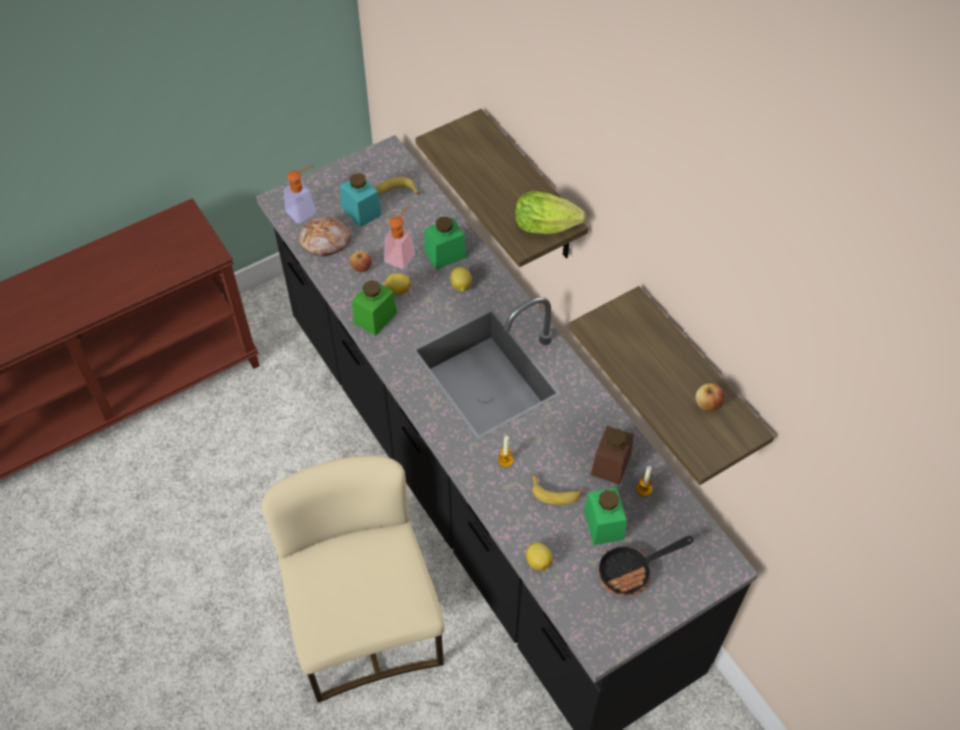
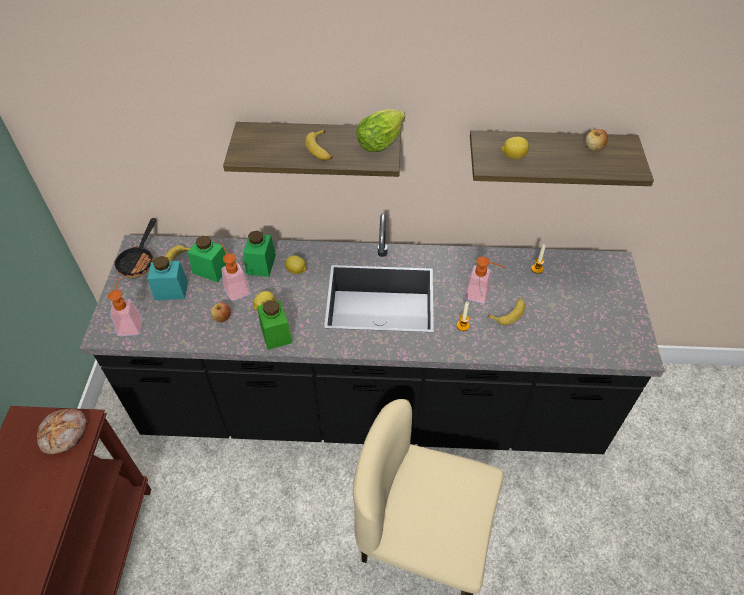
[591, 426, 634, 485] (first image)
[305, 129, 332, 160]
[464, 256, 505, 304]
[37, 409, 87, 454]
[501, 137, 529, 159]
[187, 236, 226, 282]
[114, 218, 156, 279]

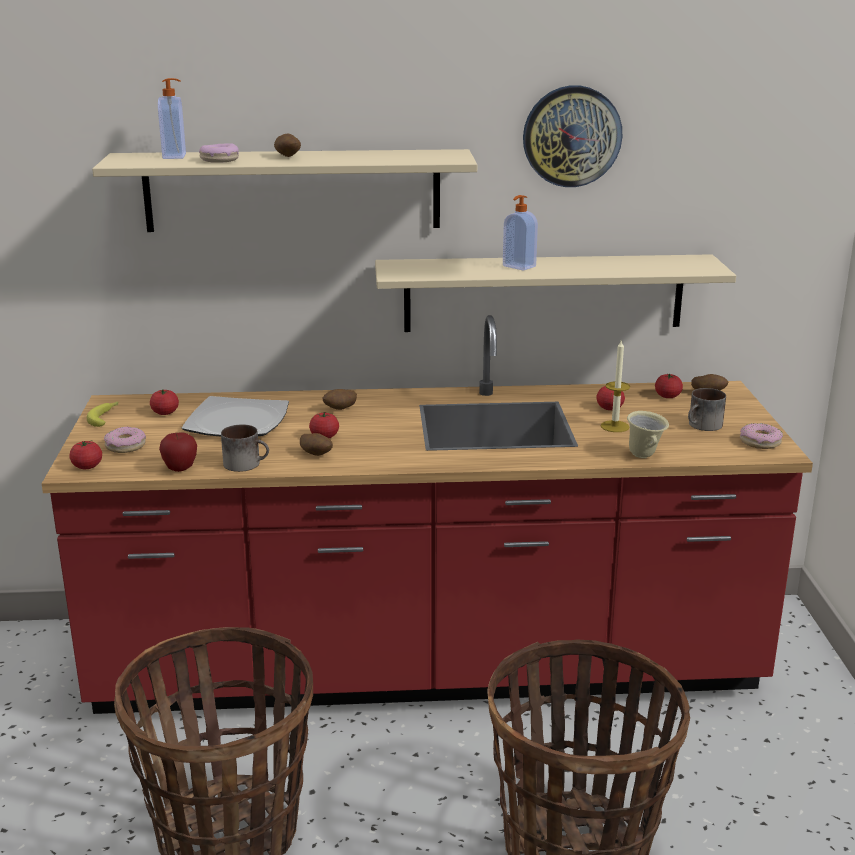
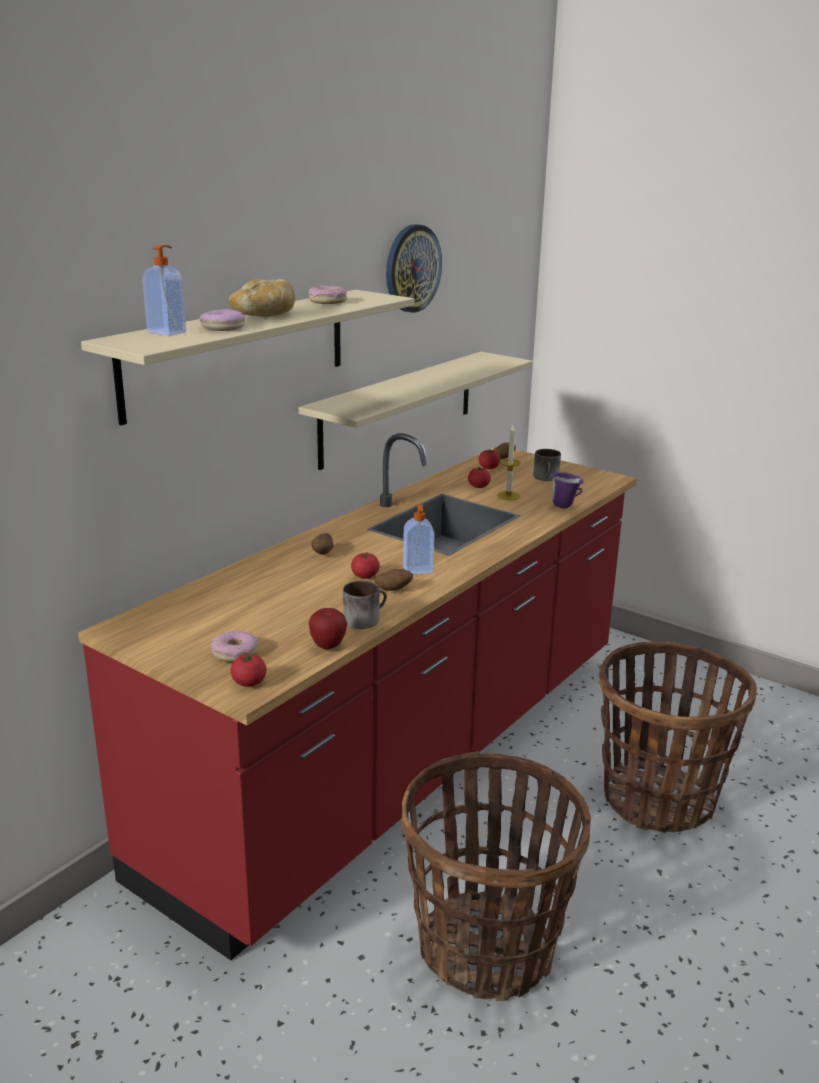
[87, 402, 118, 427] (first image)
[150, 389, 179, 415] (first image)
[182, 396, 289, 436] (first image)
[403, 504, 435, 575]
[309, 286, 347, 304]
[229, 279, 295, 317]
[551, 472, 583, 508]

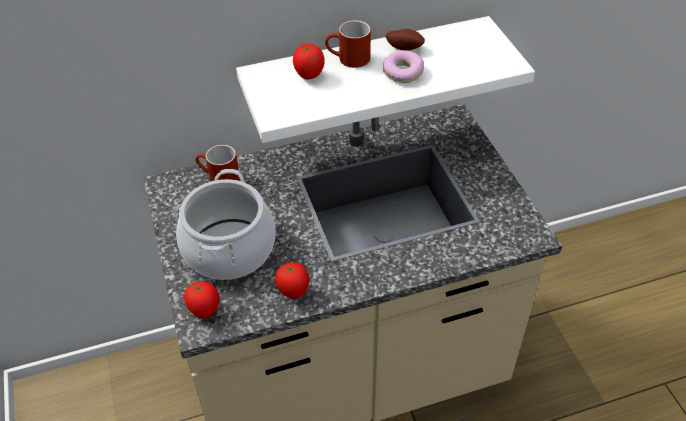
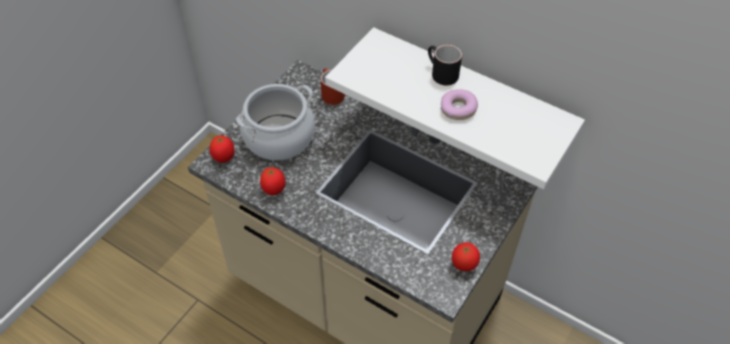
[386, 29, 425, 51] (first image)
[452, 242, 480, 271]
[428, 45, 462, 85]

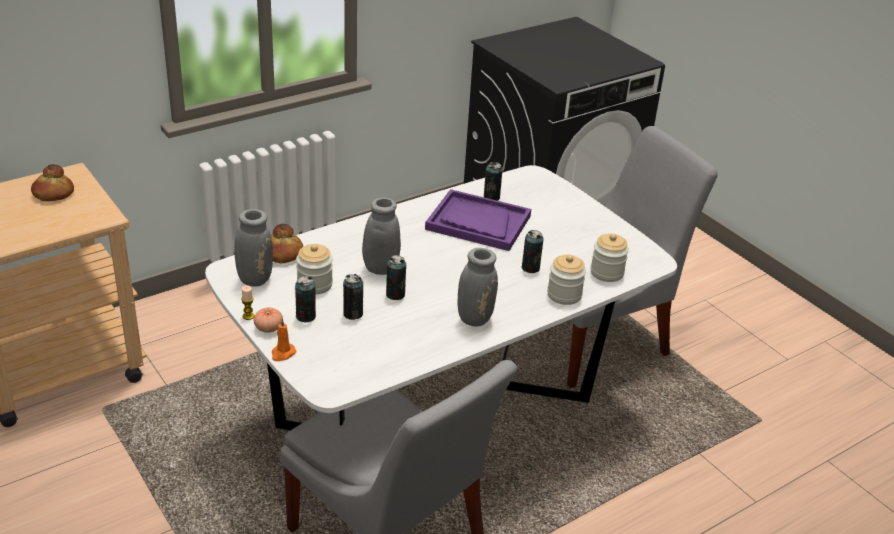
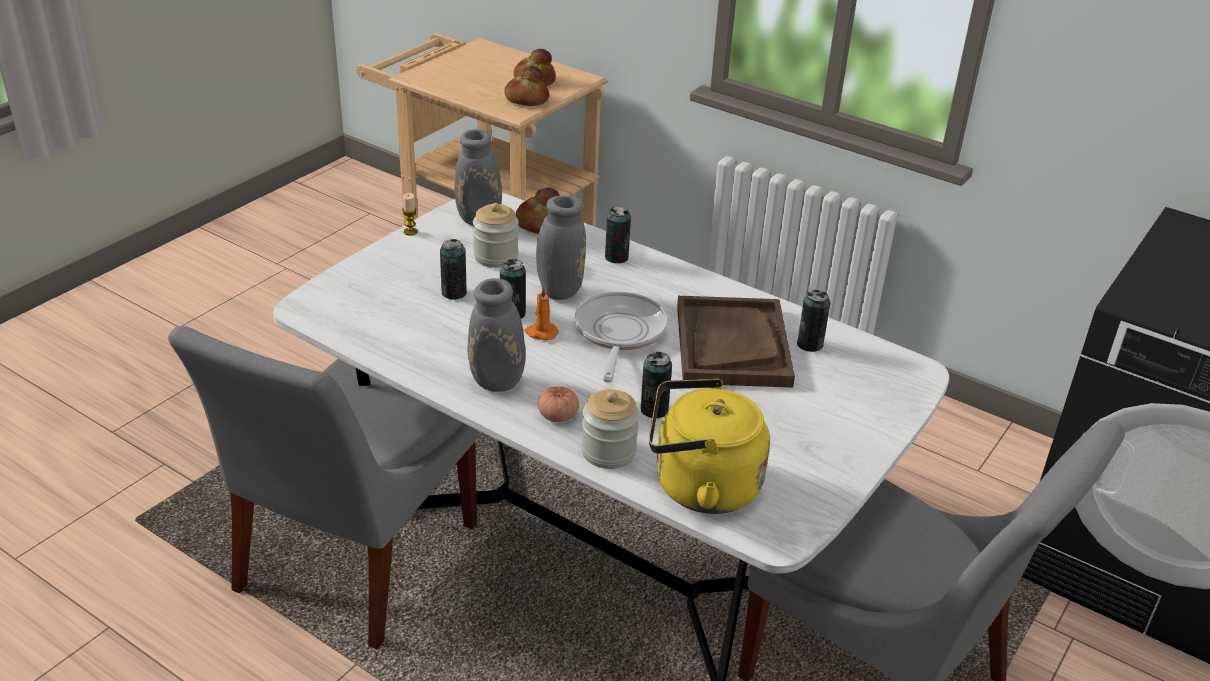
[504, 66, 549, 106]
[575, 292, 668, 383]
[538, 386, 579, 422]
[525, 286, 559, 341]
[605, 206, 631, 263]
[649, 378, 770, 514]
[677, 296, 795, 388]

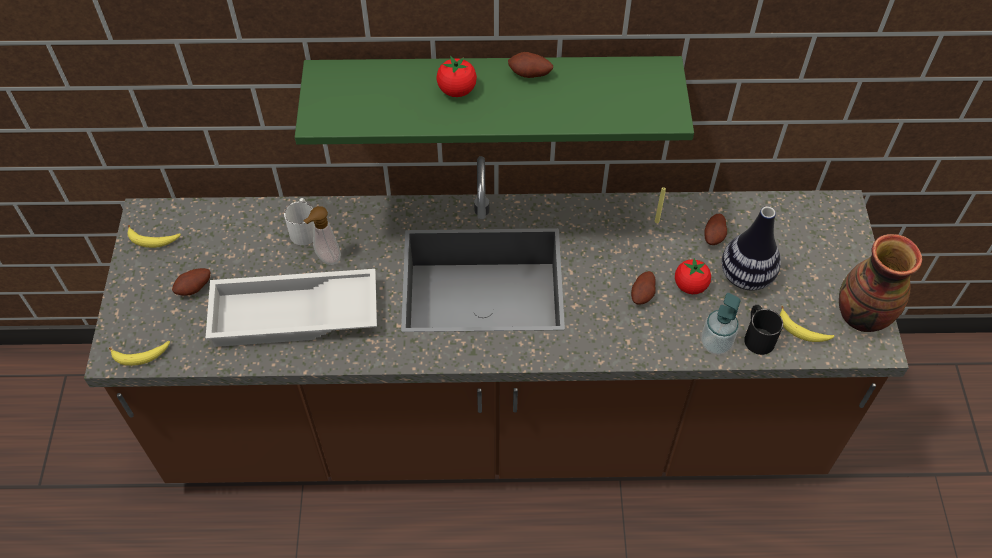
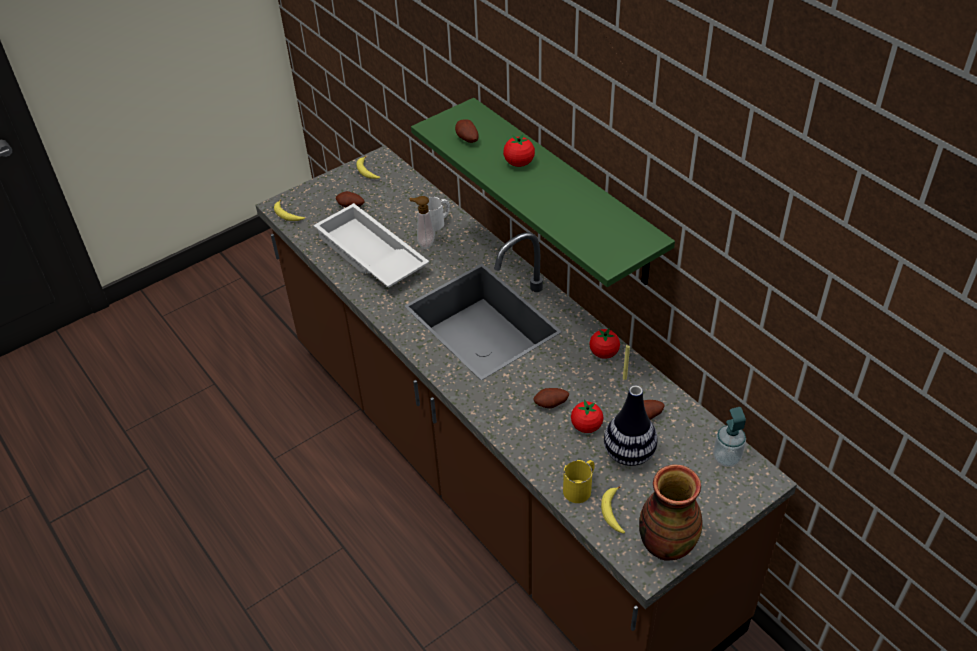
[589, 328, 620, 359]
[455, 119, 479, 143]
[713, 407, 746, 467]
[563, 460, 595, 503]

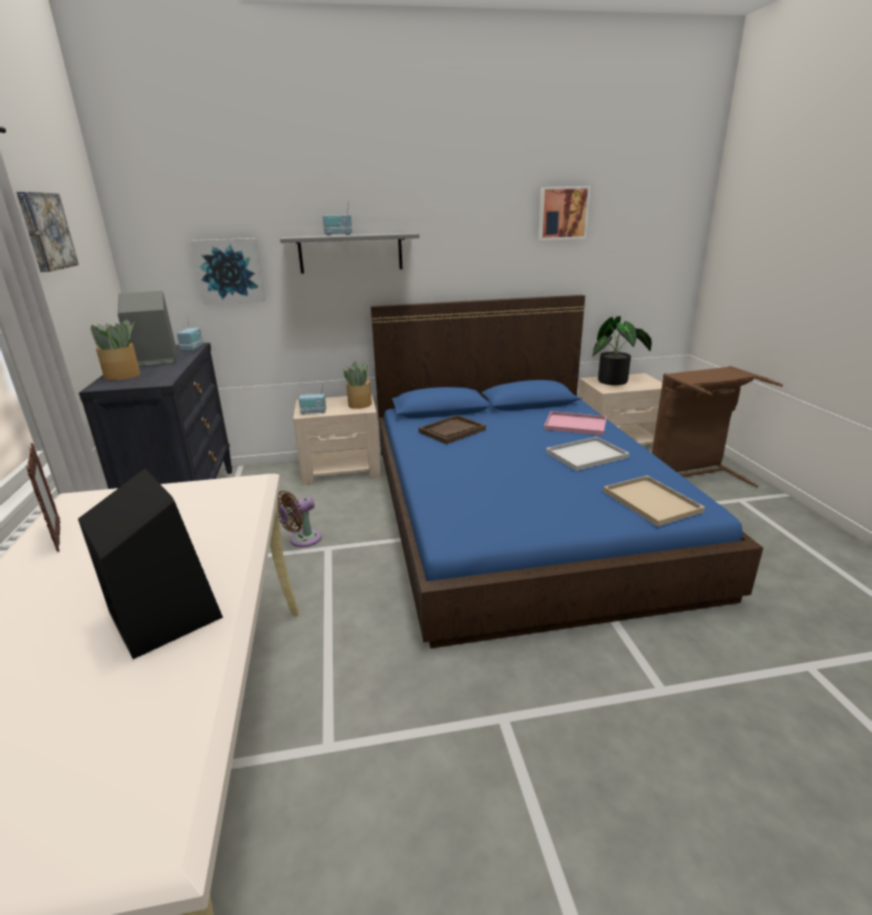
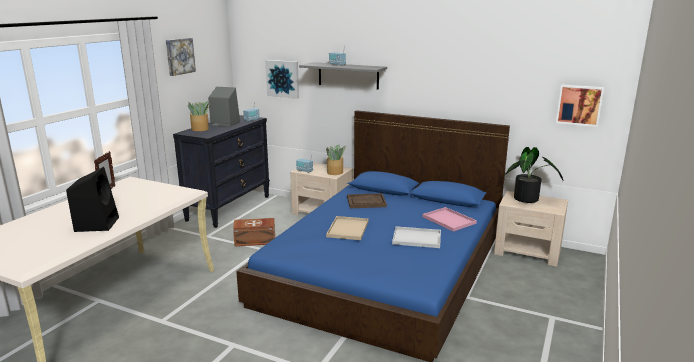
[652, 366, 783, 488] (first image)
[556, 84, 604, 127]
[326, 216, 369, 240]
[233, 218, 275, 247]

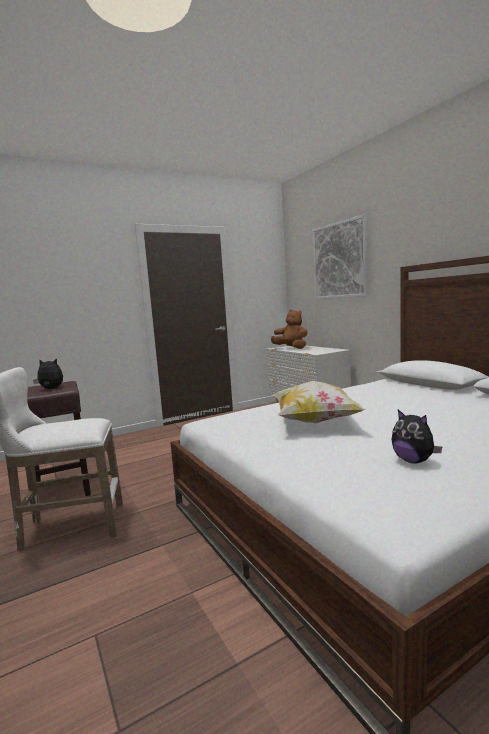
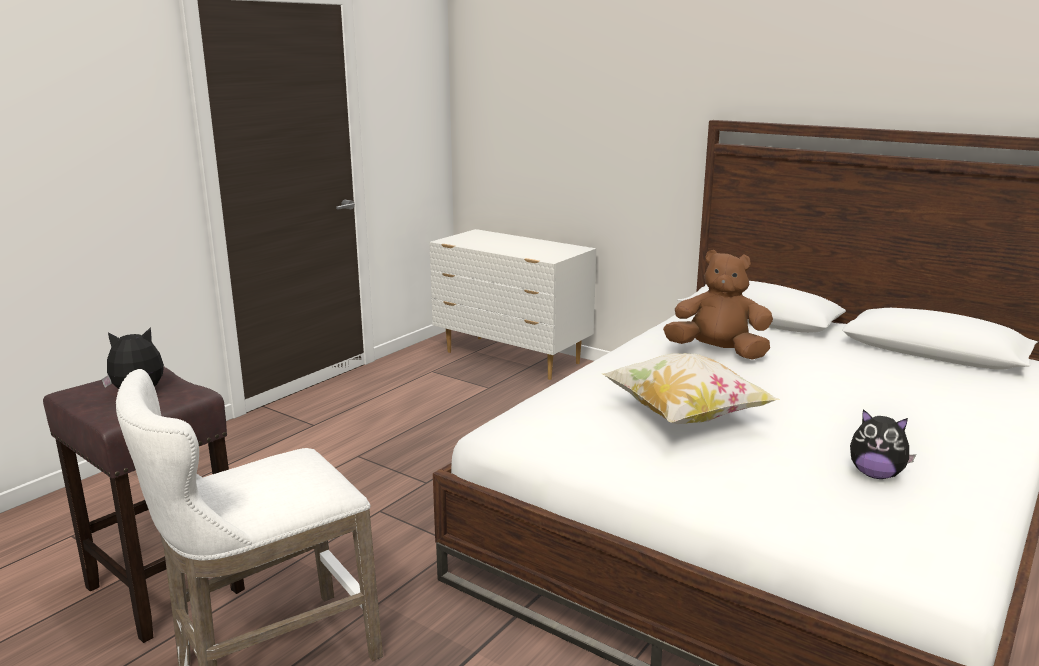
[312, 214, 369, 299] (first image)
[663, 250, 773, 360]

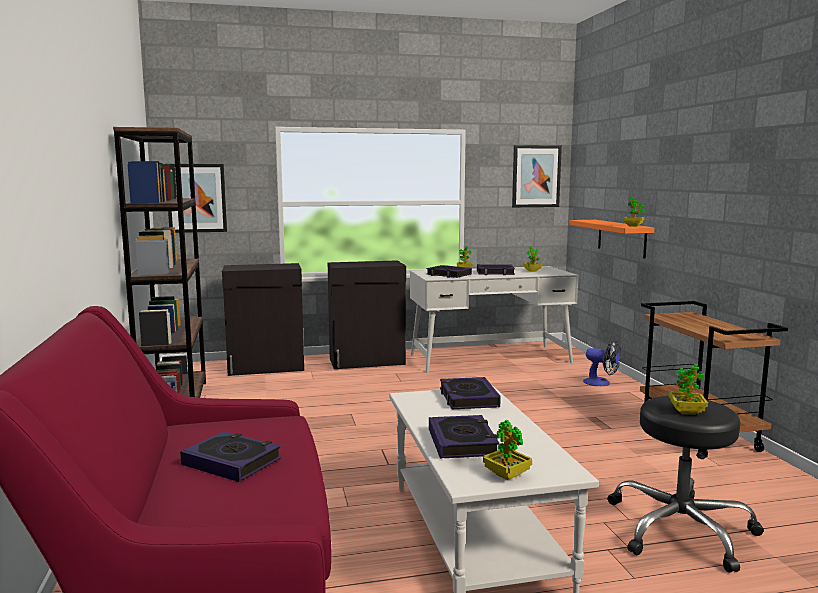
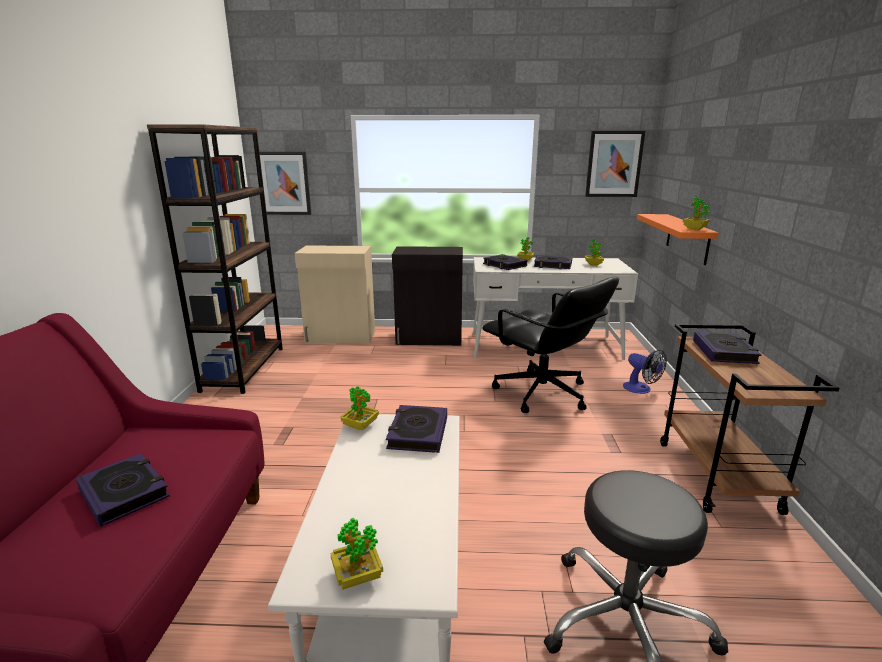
[482, 277, 619, 413]
[693, 332, 761, 364]
[341, 386, 379, 430]
[294, 245, 375, 344]

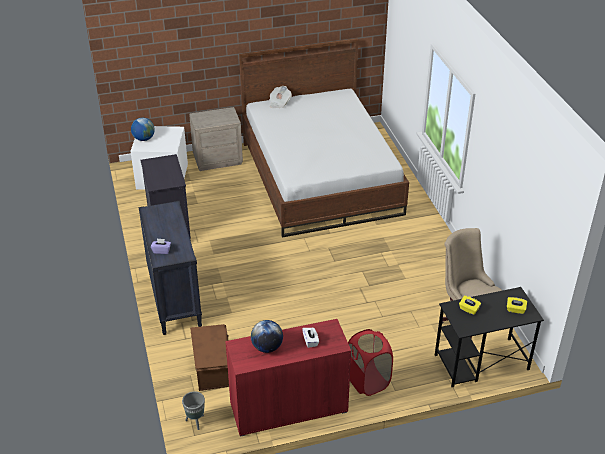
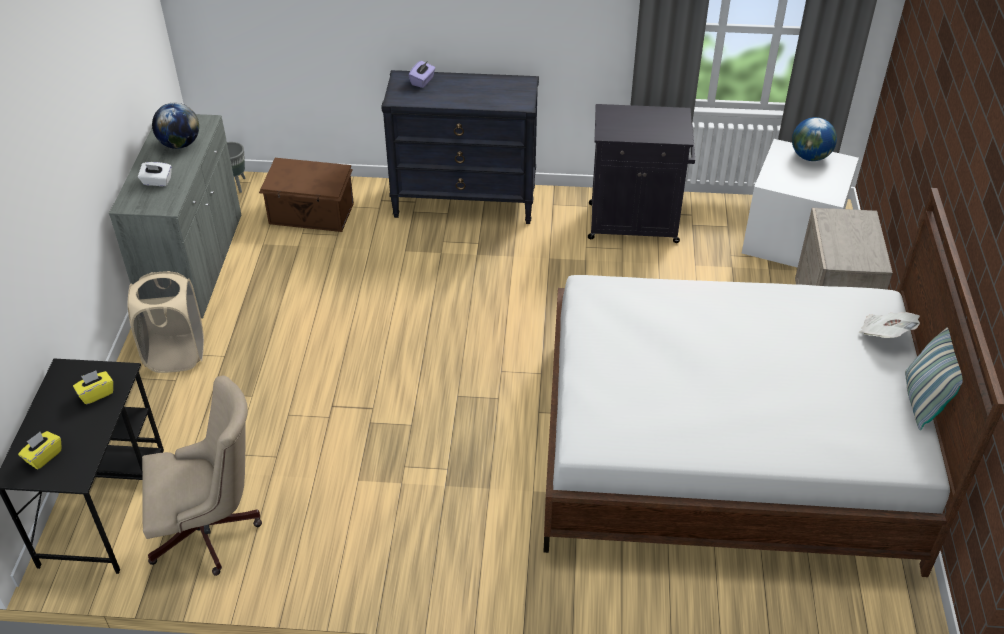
[905, 327, 963, 430]
[109, 114, 241, 318]
[128, 271, 204, 373]

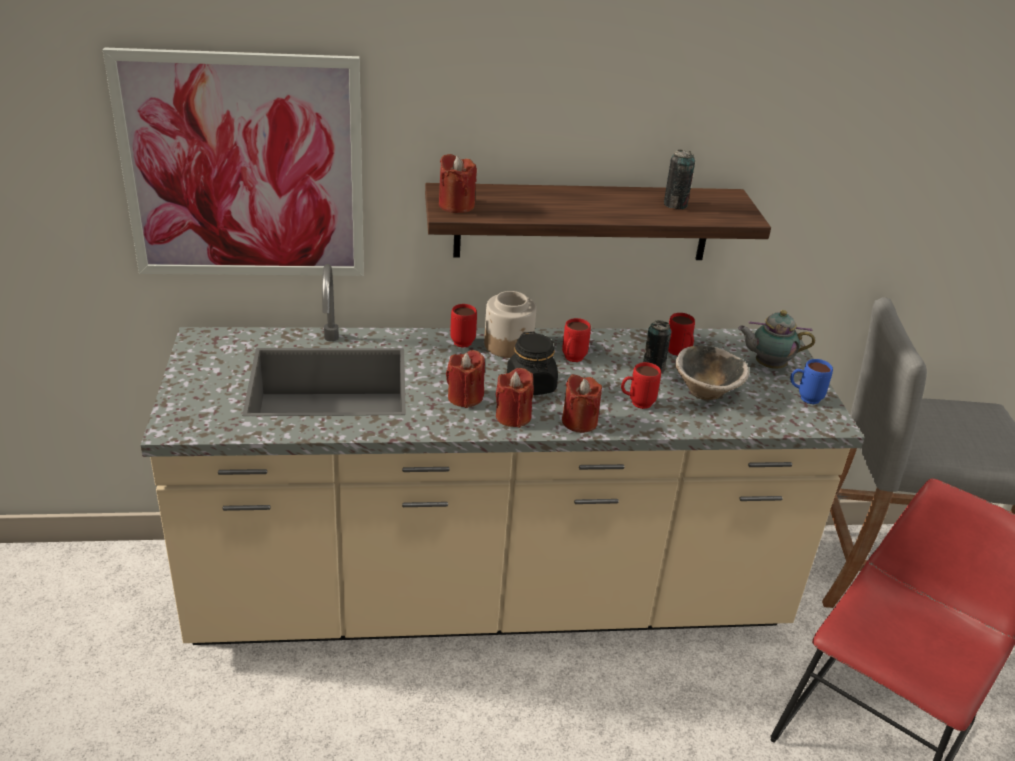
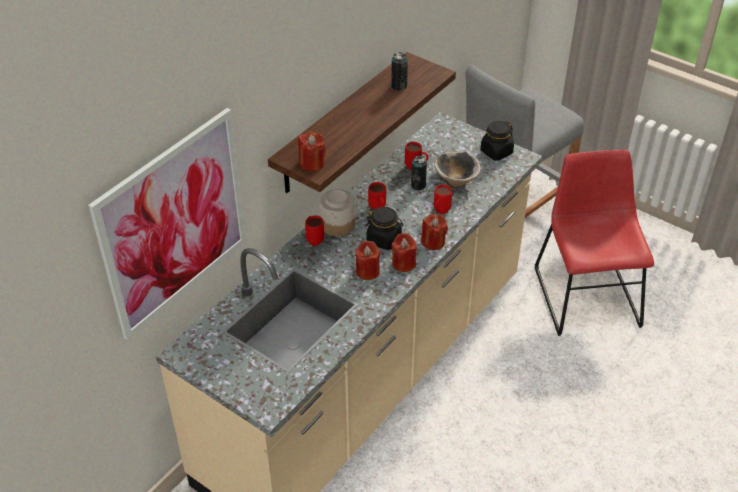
[738, 310, 815, 369] (first image)
[480, 121, 514, 161]

